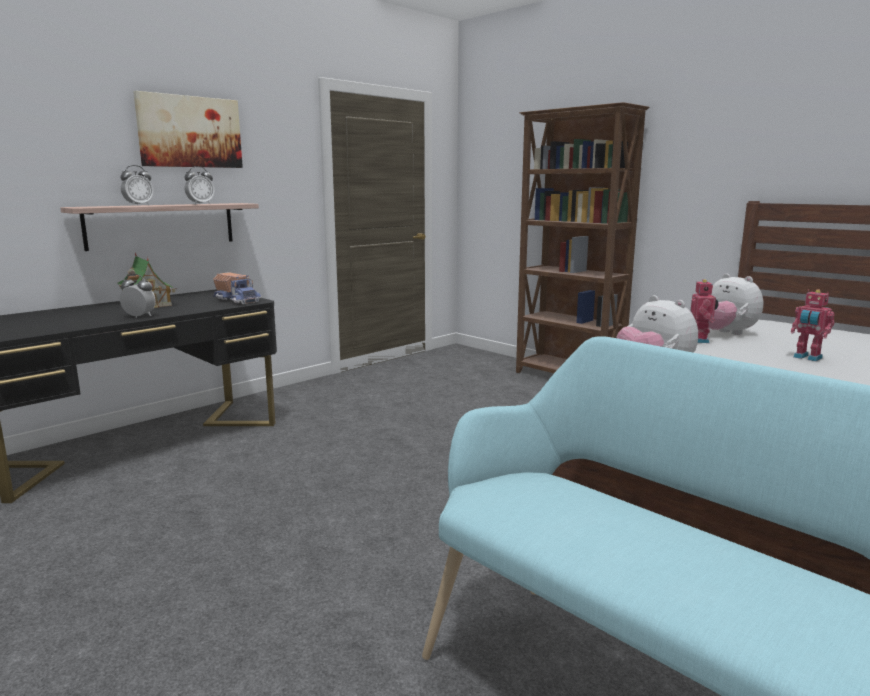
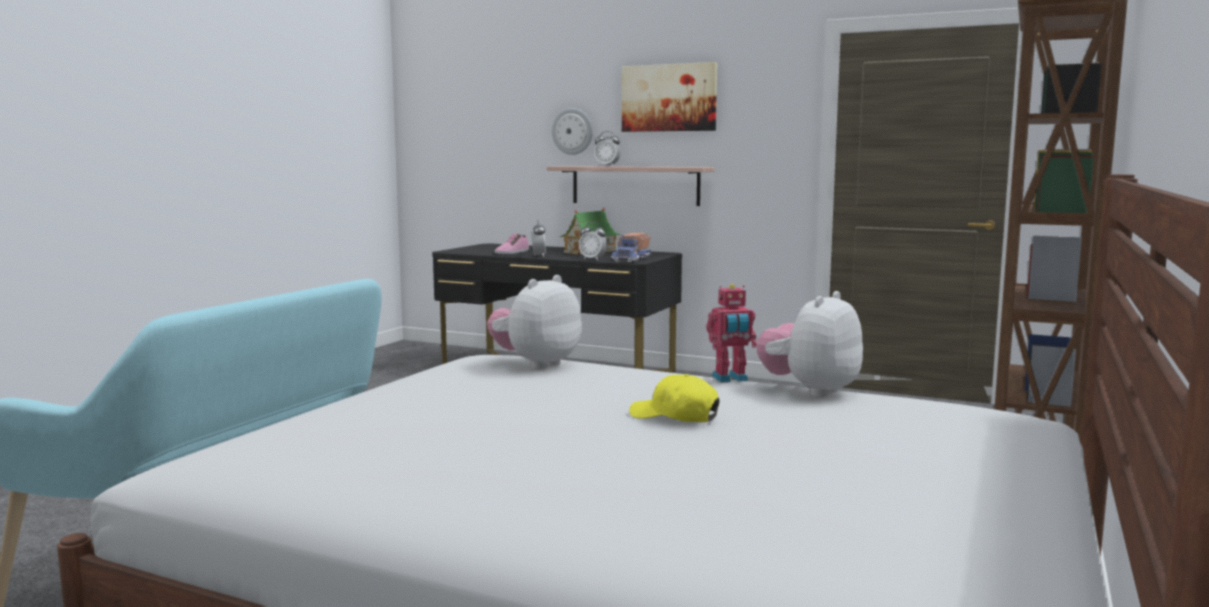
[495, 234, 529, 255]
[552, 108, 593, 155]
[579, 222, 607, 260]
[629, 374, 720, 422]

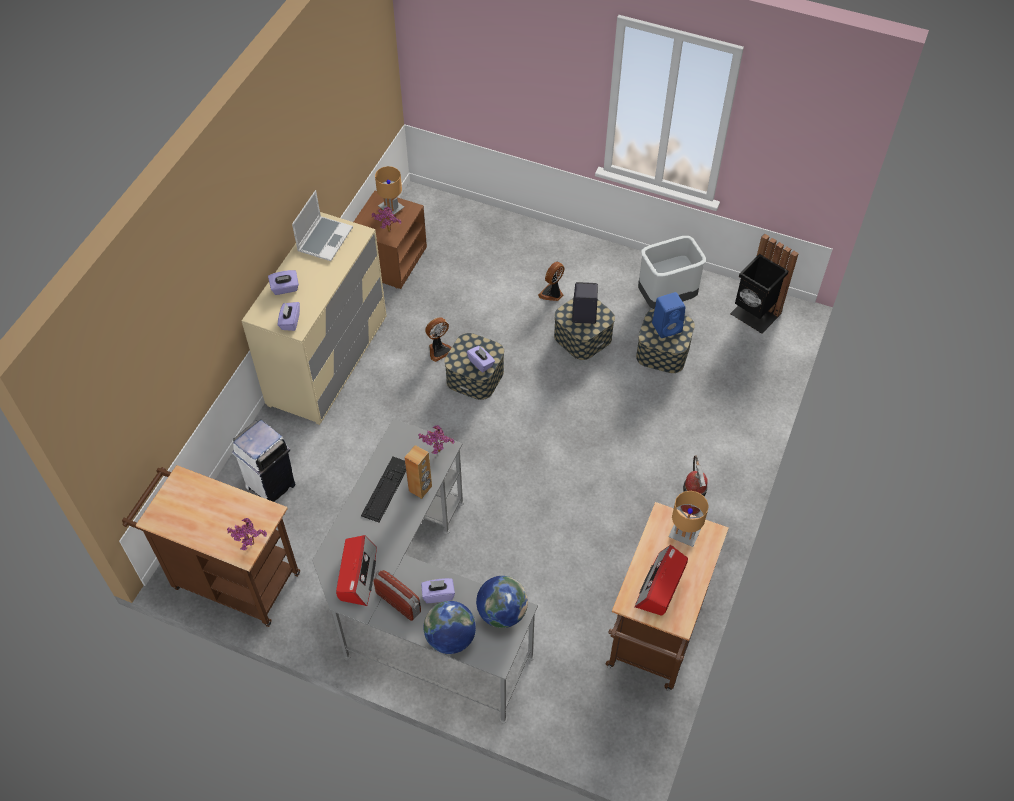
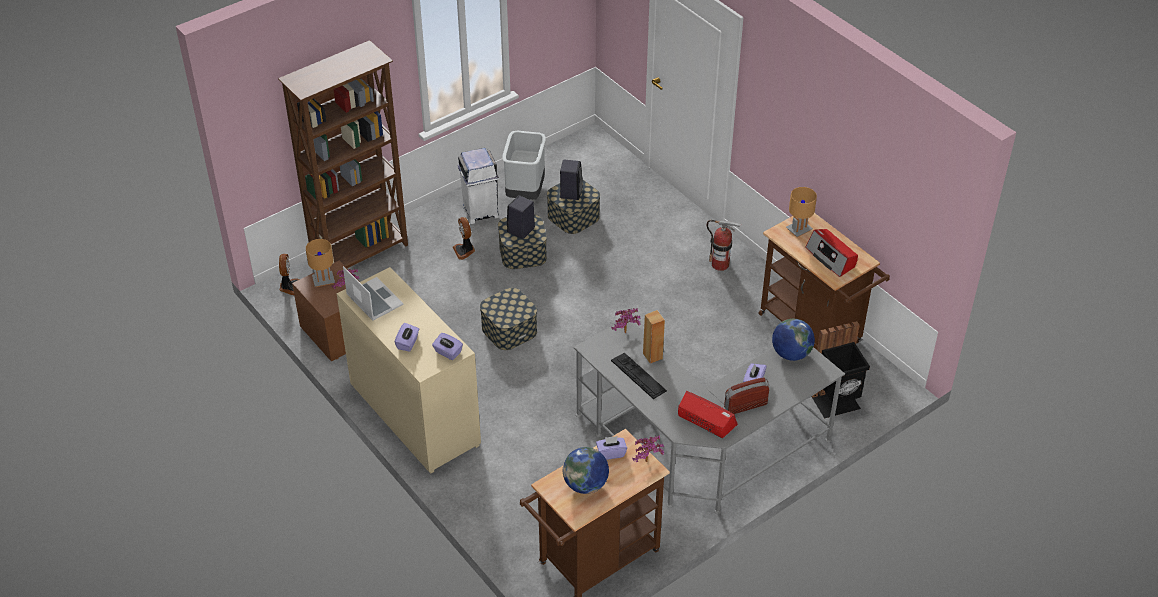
[278, 40, 408, 268]
[458, 148, 499, 224]
[563, 447, 609, 494]
[279, 254, 300, 295]
[596, 436, 627, 460]
[811, 321, 870, 419]
[560, 160, 583, 200]

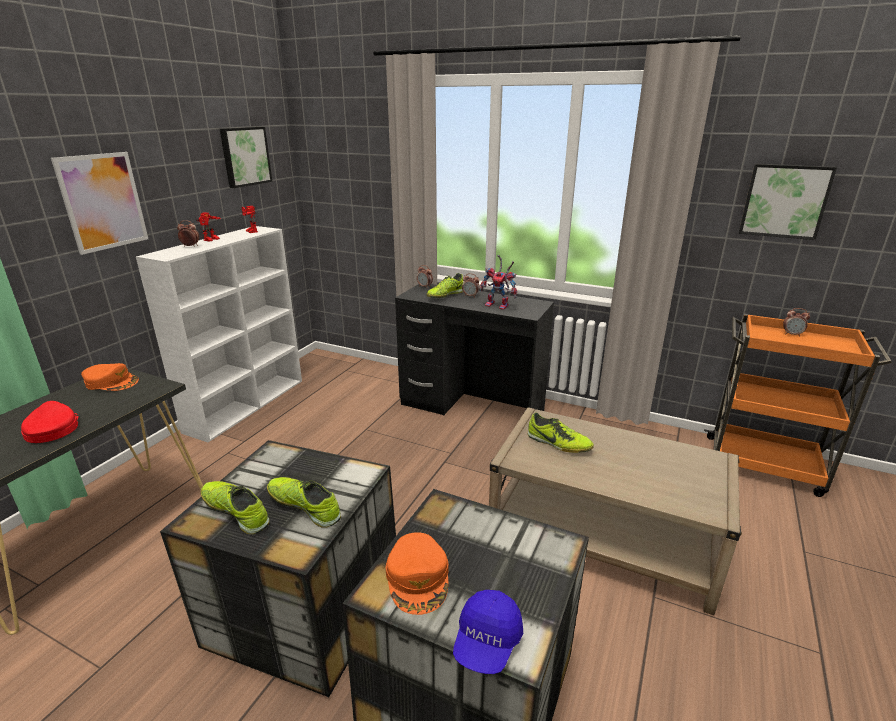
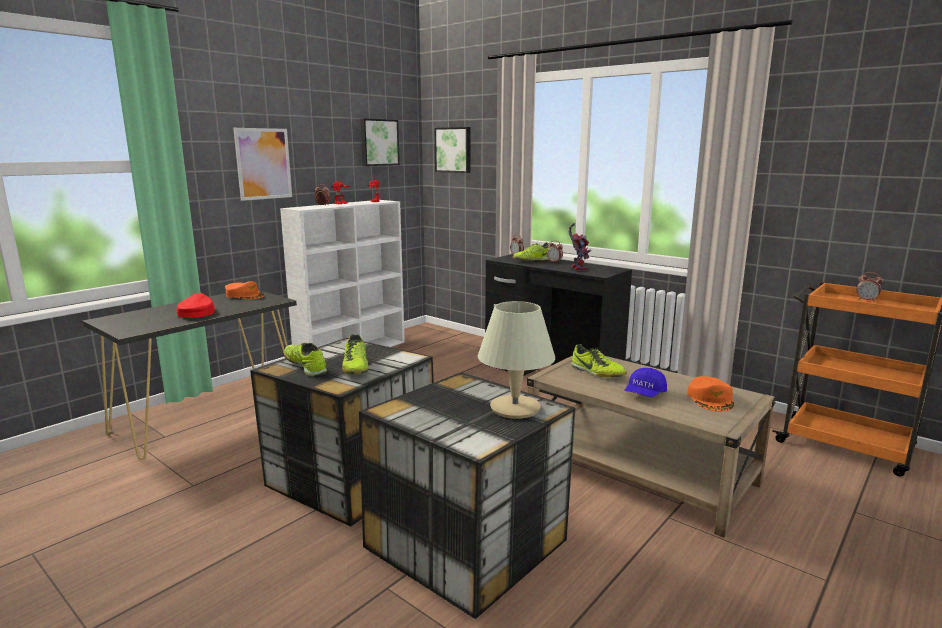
[478, 301, 555, 419]
[687, 376, 734, 412]
[625, 368, 667, 397]
[434, 127, 471, 173]
[342, 334, 369, 374]
[568, 223, 591, 271]

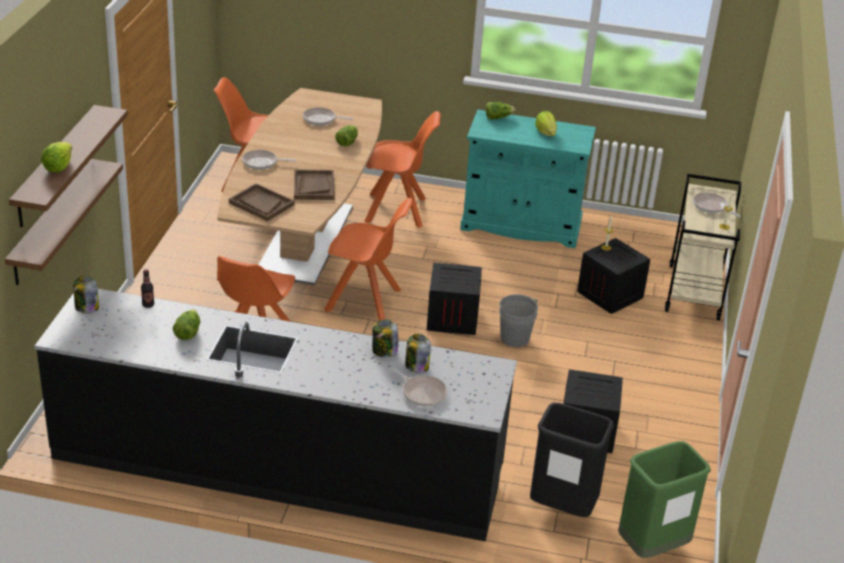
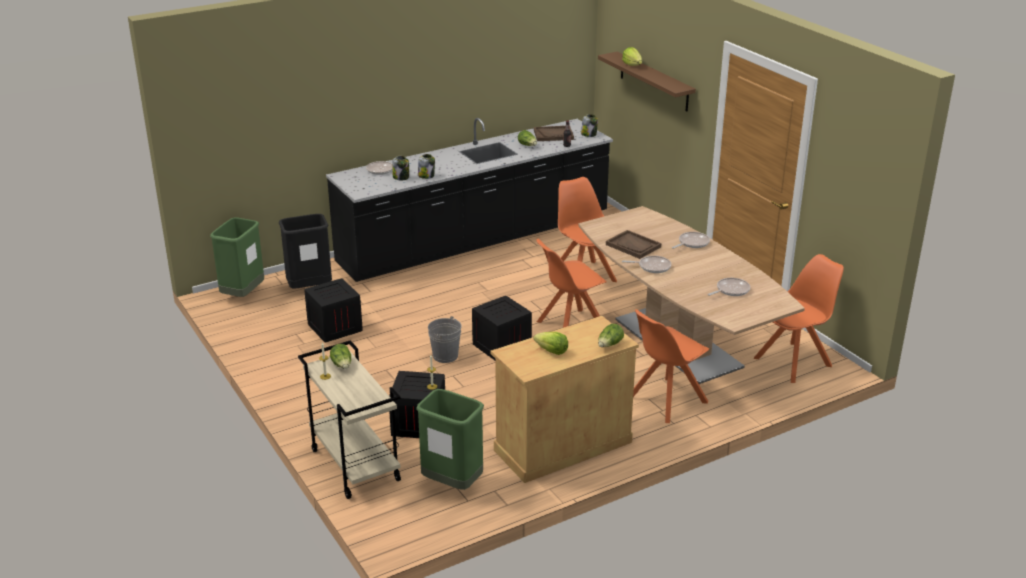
[5, 159, 123, 285] (first image)
[416, 389, 484, 490]
[534, 126, 574, 141]
[330, 344, 351, 369]
[622, 256, 671, 273]
[490, 316, 639, 483]

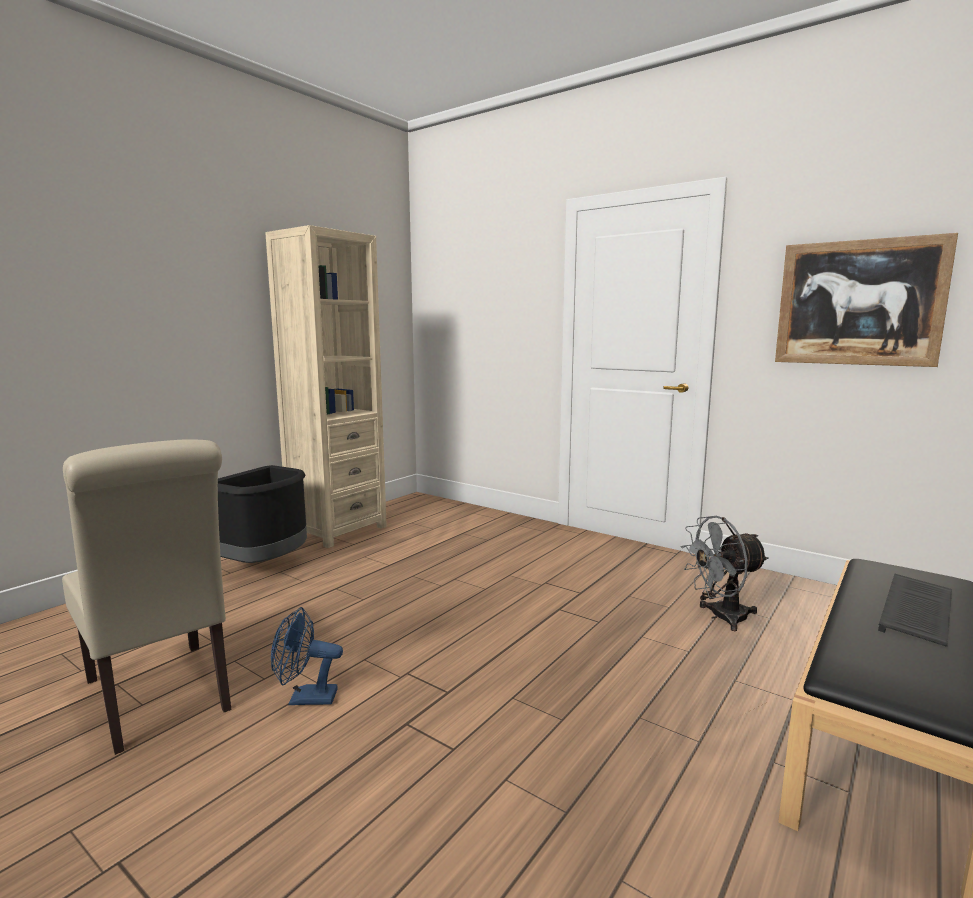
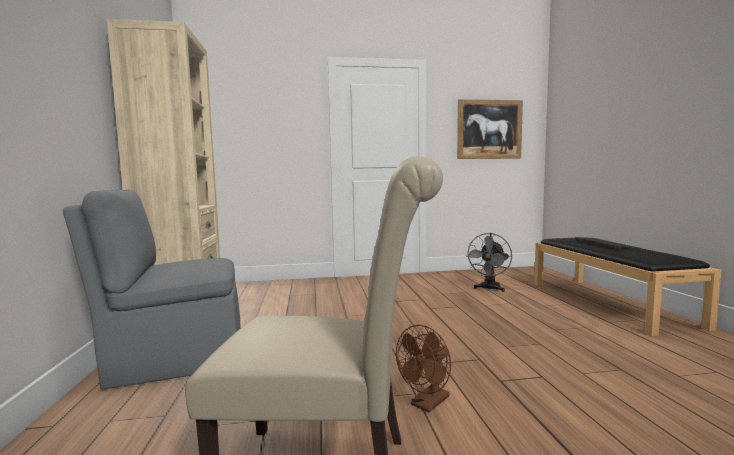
[63, 190, 240, 390]
[396, 325, 451, 413]

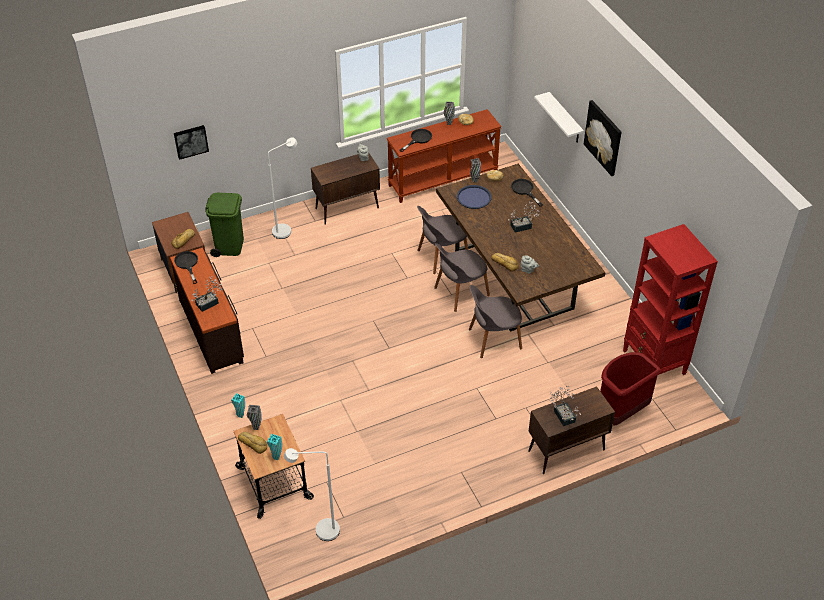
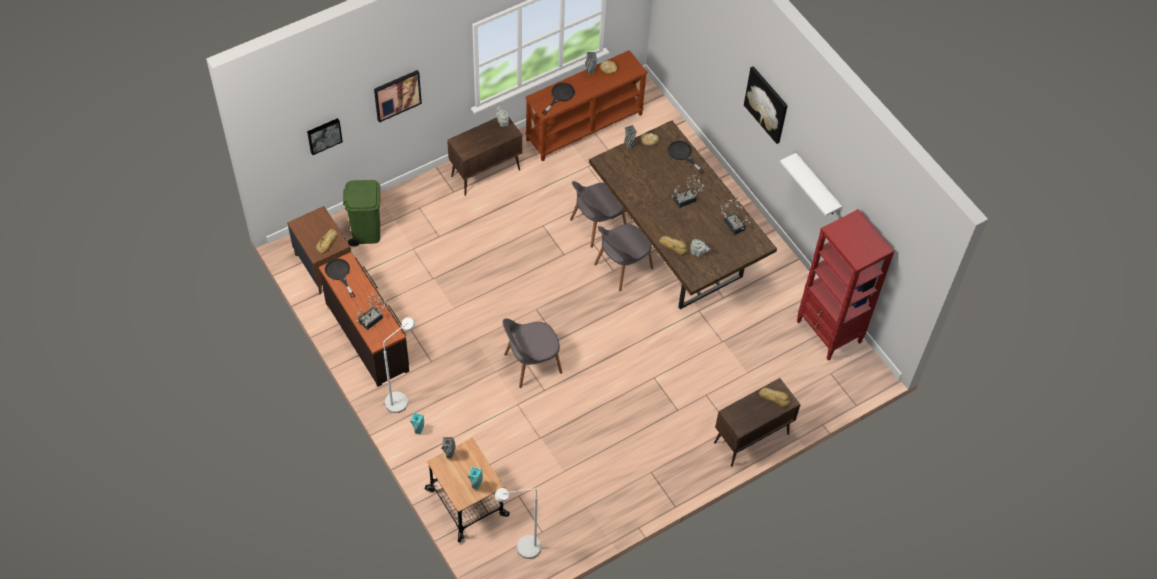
[457, 185, 492, 209] (first image)
[600, 352, 660, 426] (first image)
[374, 70, 422, 123]
[759, 388, 790, 408]
[383, 317, 415, 413]
[503, 318, 562, 388]
[780, 153, 842, 216]
[721, 197, 751, 235]

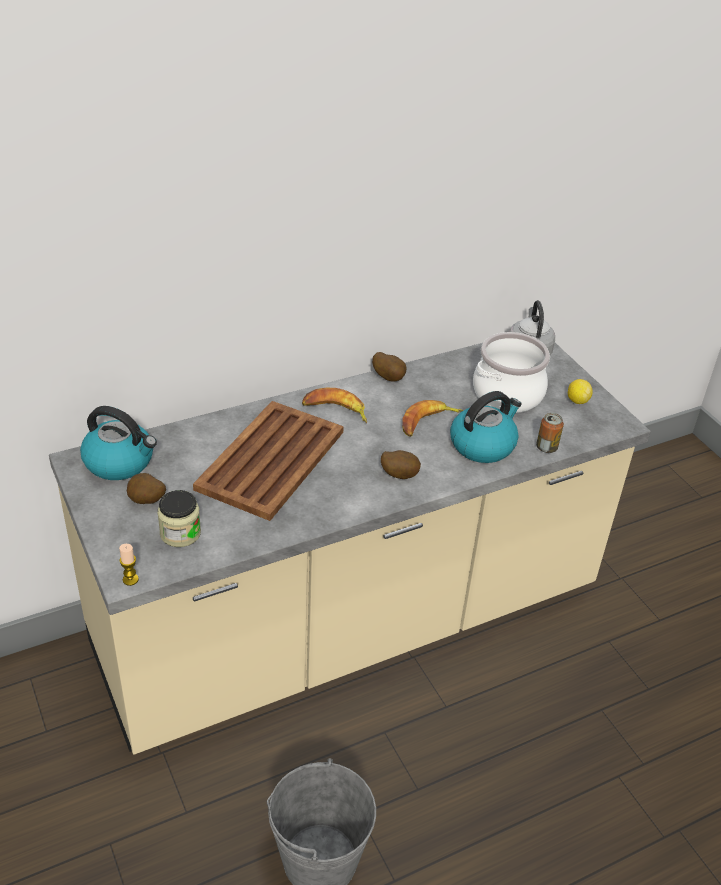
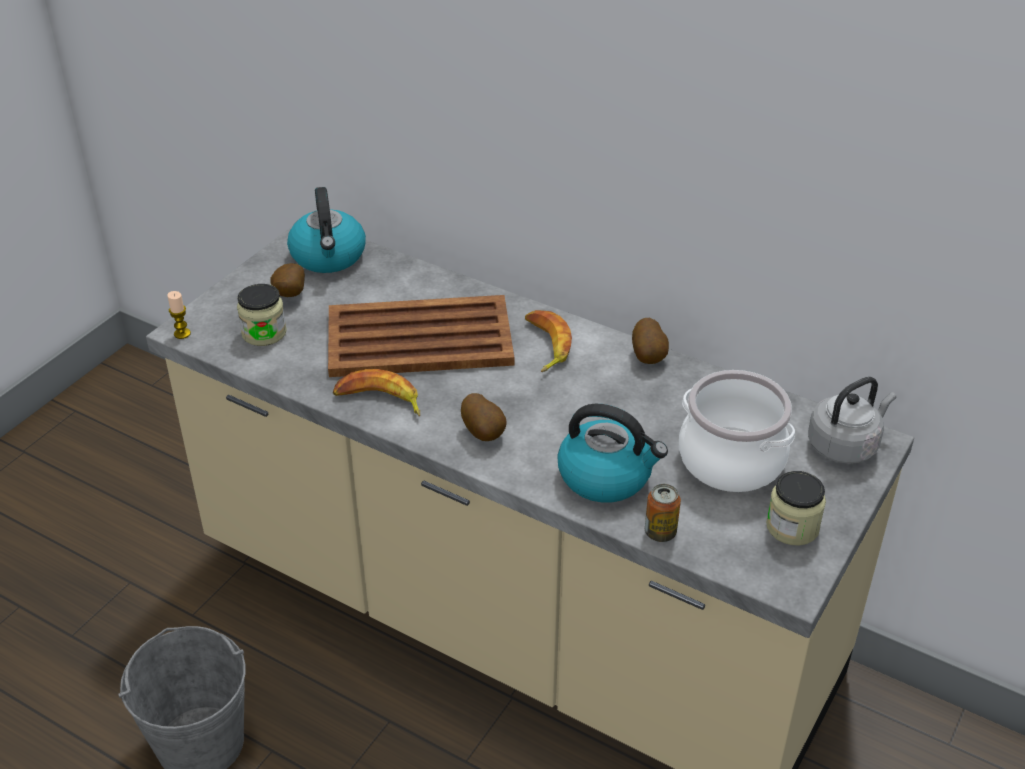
[333, 369, 420, 416]
[766, 471, 826, 545]

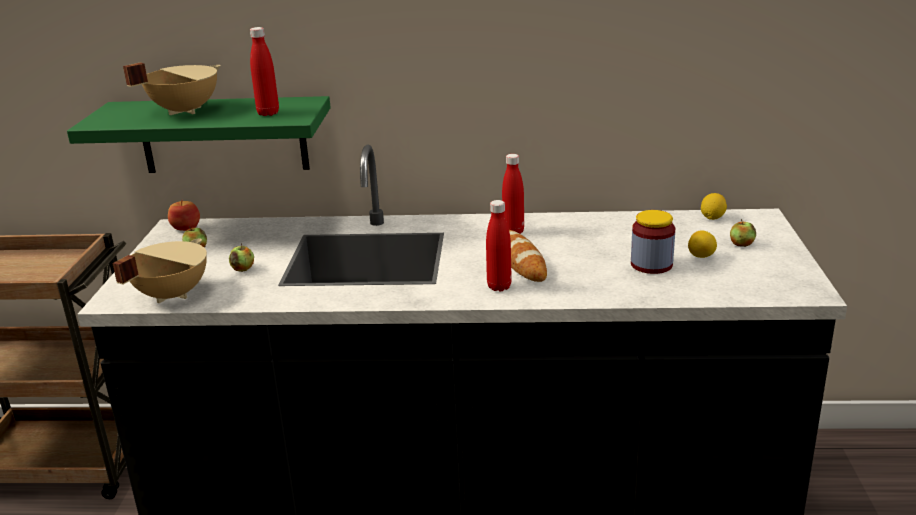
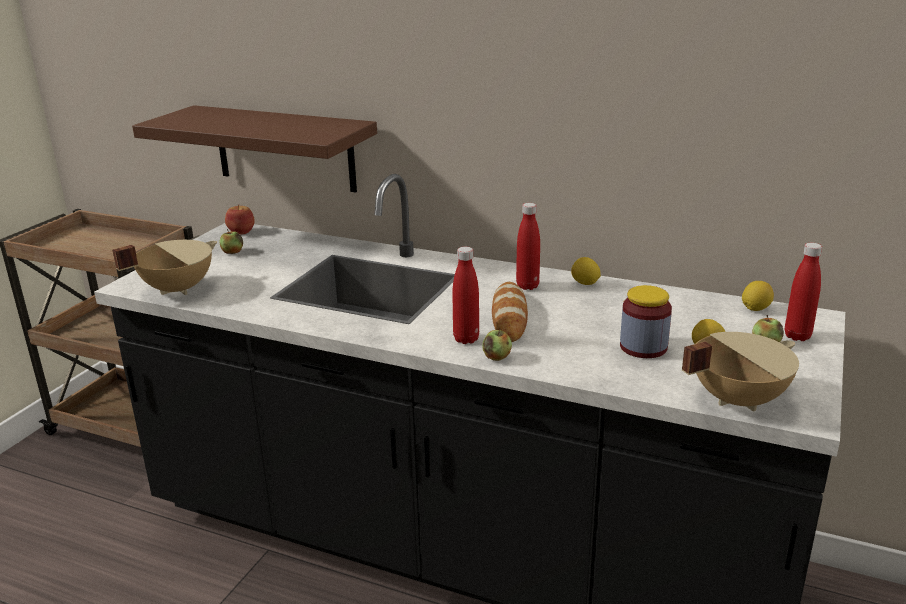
[571, 257, 601, 285]
[682, 332, 799, 411]
[482, 328, 512, 361]
[785, 243, 822, 341]
[132, 105, 377, 193]

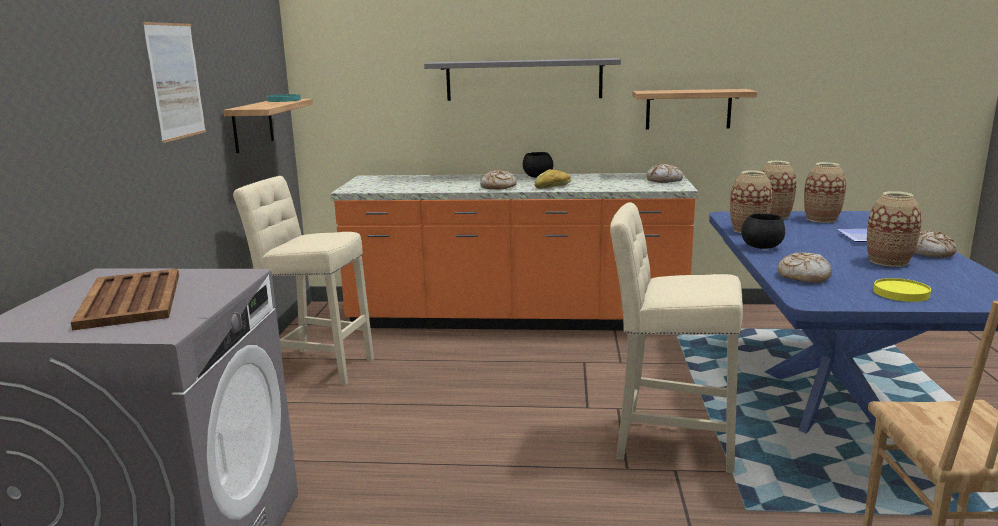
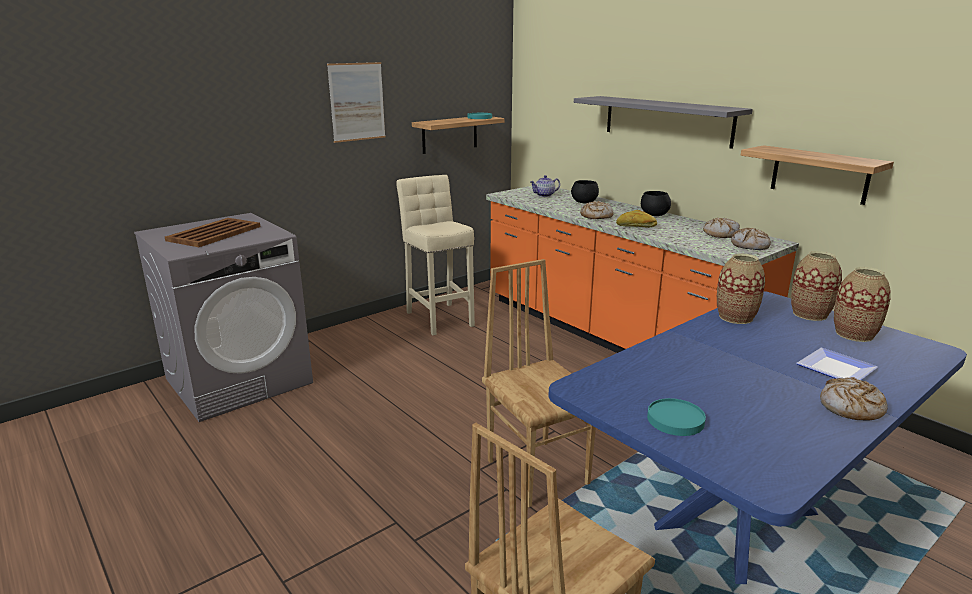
[867, 191, 922, 267] (first image)
[530, 175, 560, 197]
[571, 180, 599, 203]
[703, 218, 740, 238]
[482, 259, 596, 507]
[647, 398, 706, 436]

